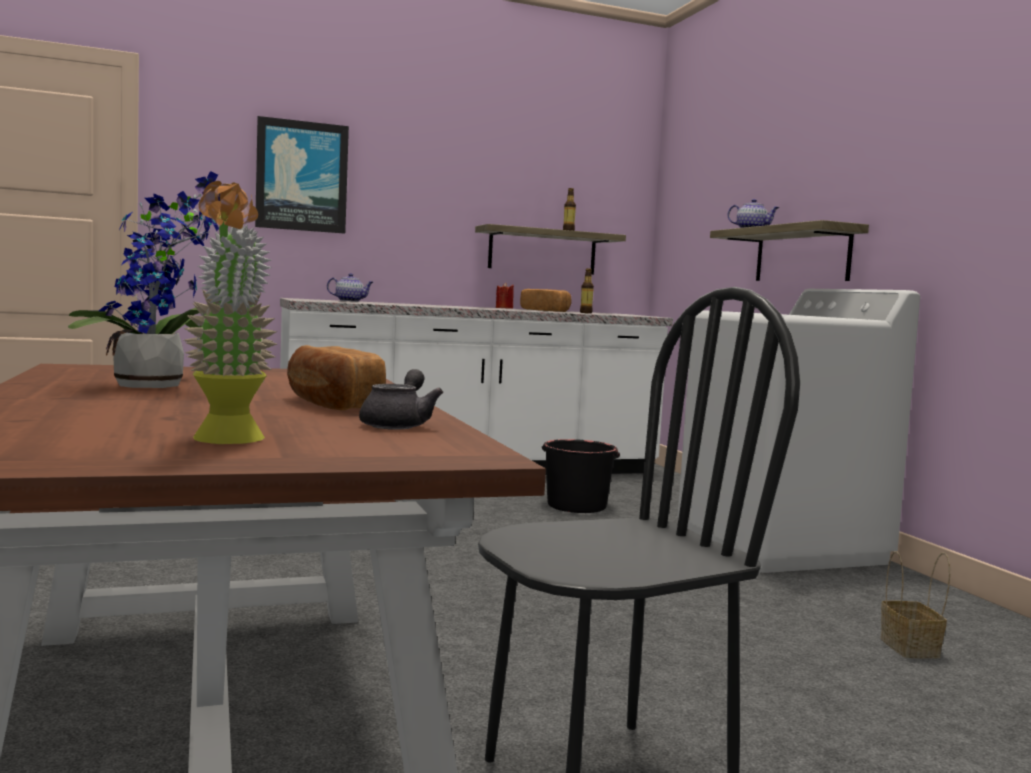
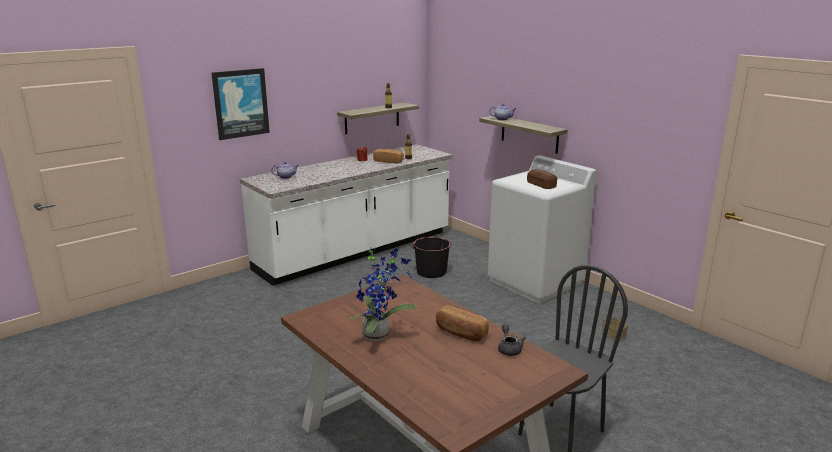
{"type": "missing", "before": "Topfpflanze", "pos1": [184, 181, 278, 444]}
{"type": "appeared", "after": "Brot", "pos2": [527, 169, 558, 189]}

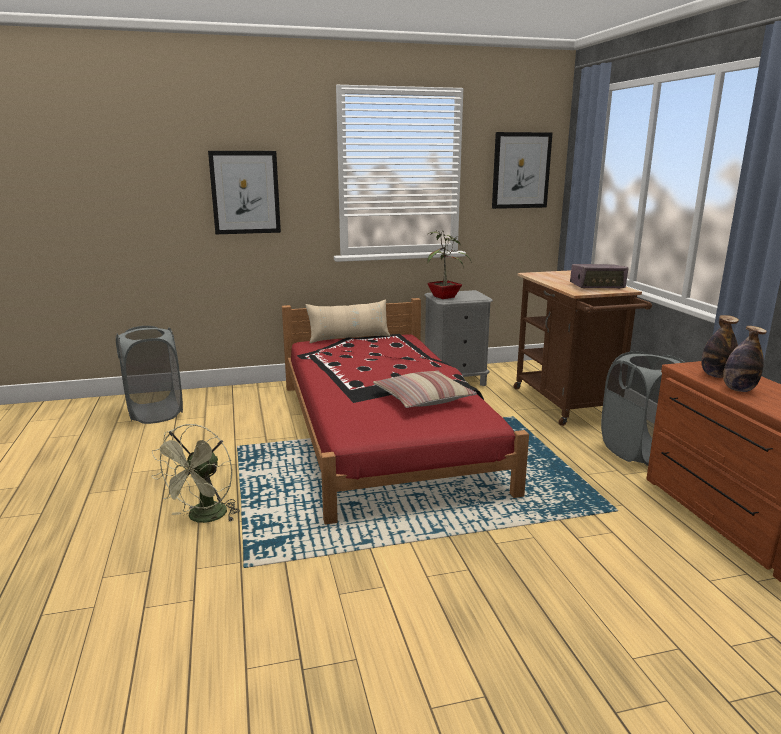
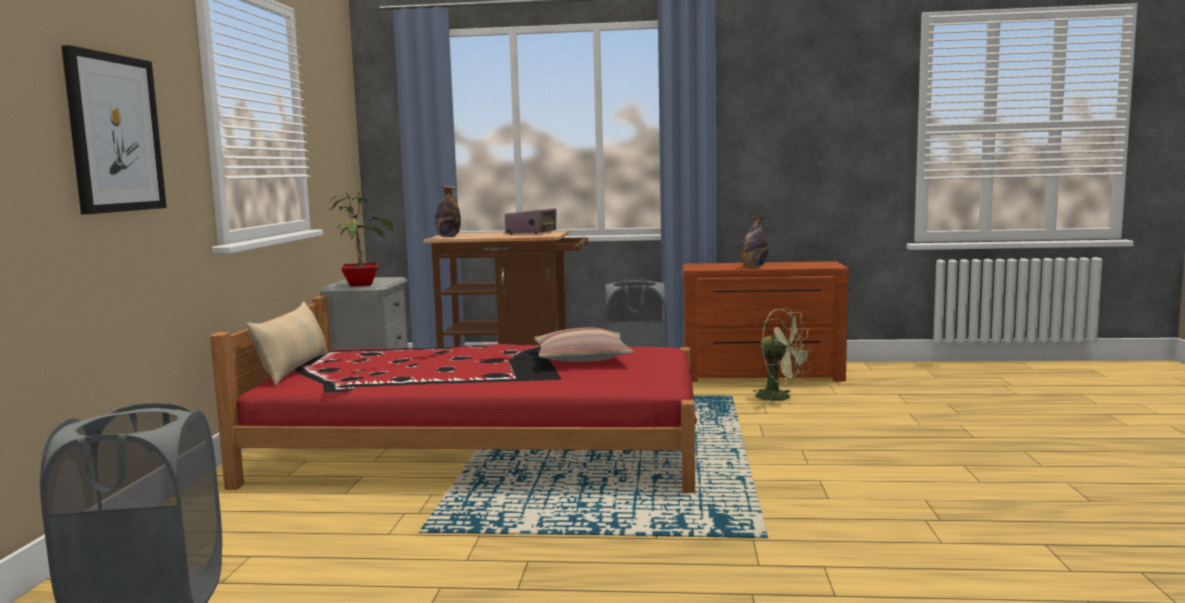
{"type": "relocated", "before": "Ventilator [grün]", "pos1": [151, 424, 240, 523], "pos2": [753, 308, 814, 405]}
{"type": "missing", "before": "Bild", "pos1": [492, 132, 552, 209]}
{"type": "relocated", "before": "Flasche", "pos1": [702, 315, 739, 378], "pos2": [435, 186, 461, 237]}

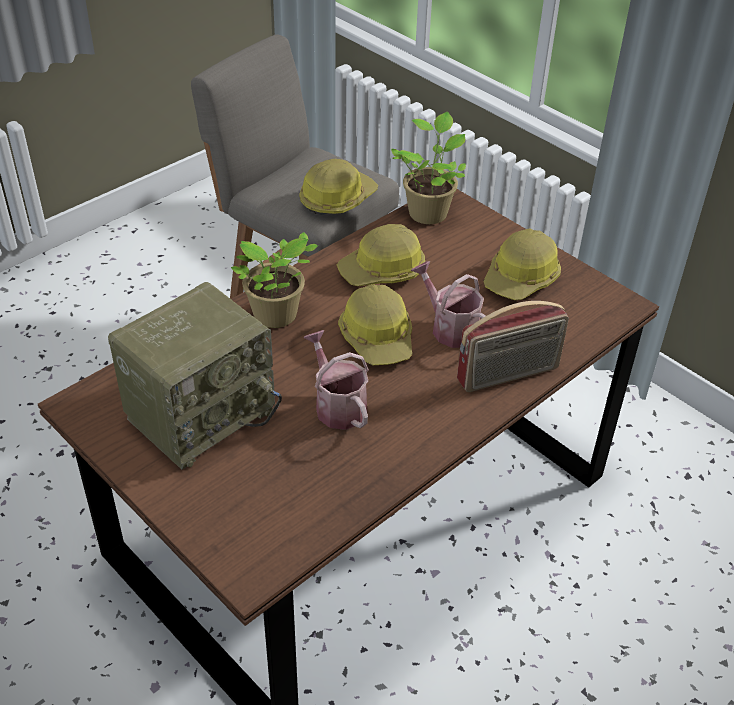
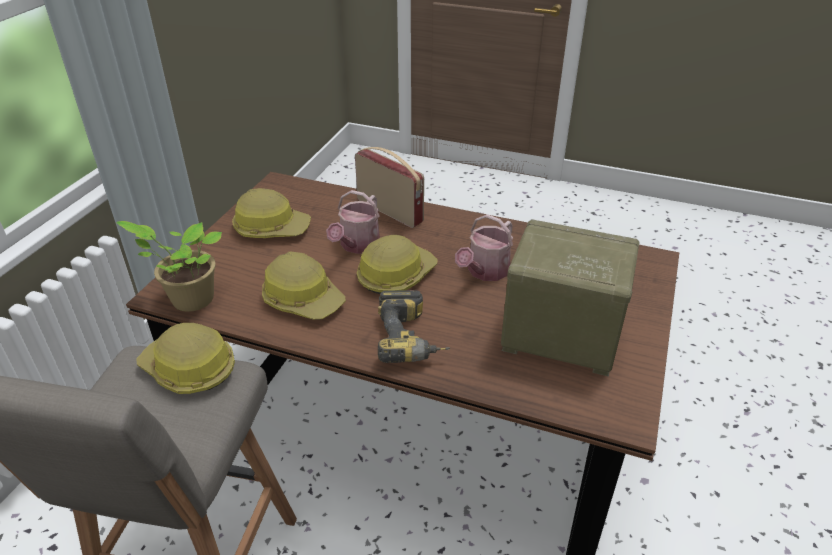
{"type": "exchanged", "before": "Topfpflanze", "after": "Bohrmaschine", "pos1": [231, 232, 318, 328], "pos2": [378, 290, 451, 363]}

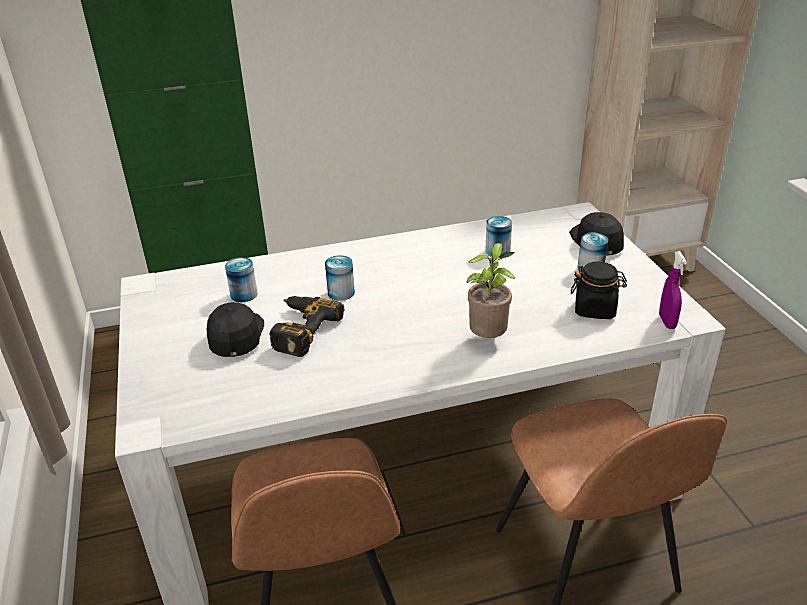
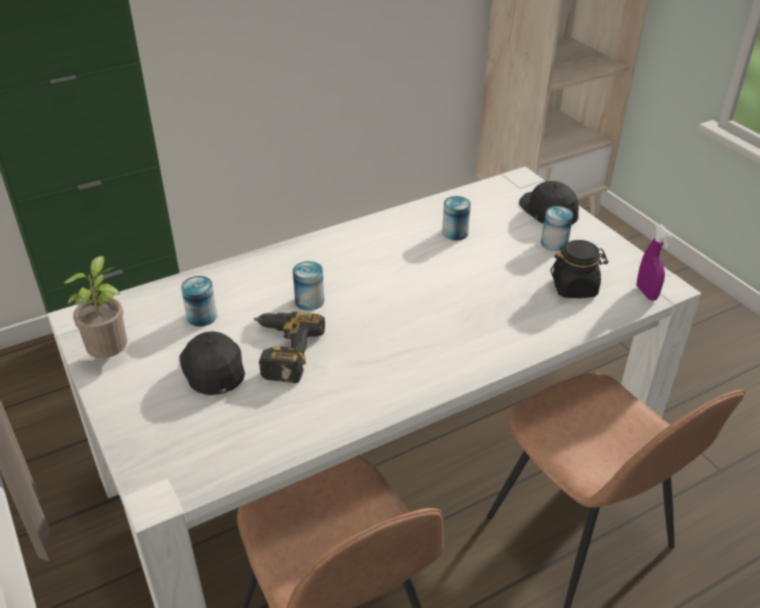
{"type": "relocated", "before": "Topfpflanze", "pos1": [466, 243, 515, 338], "pos2": [64, 256, 127, 358]}

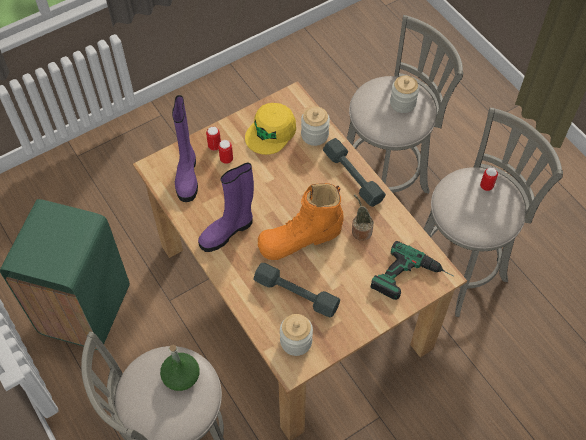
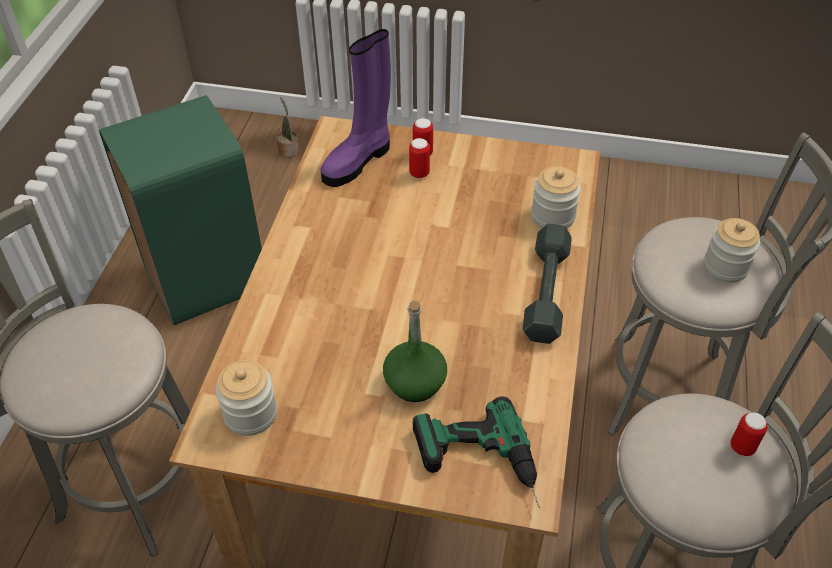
{"type": "relocated", "before": "Flasche [grün]", "pos1": [160, 344, 200, 391], "pos2": [383, 301, 447, 402]}
{"type": "missing", "before": "Stiefel [lila]", "pos1": [198, 163, 254, 252]}
{"type": "missing", "before": "Kappe [gelb]", "pos1": [245, 103, 296, 155]}
{"type": "missing", "before": "Hantel [grau]", "pos1": [253, 263, 340, 317]}
{"type": "missing", "before": "Stiefel [orange]", "pos1": [258, 183, 343, 260]}
{"type": "relocated", "before": "Topfpflanze", "pos1": [352, 195, 374, 241], "pos2": [276, 97, 299, 158]}

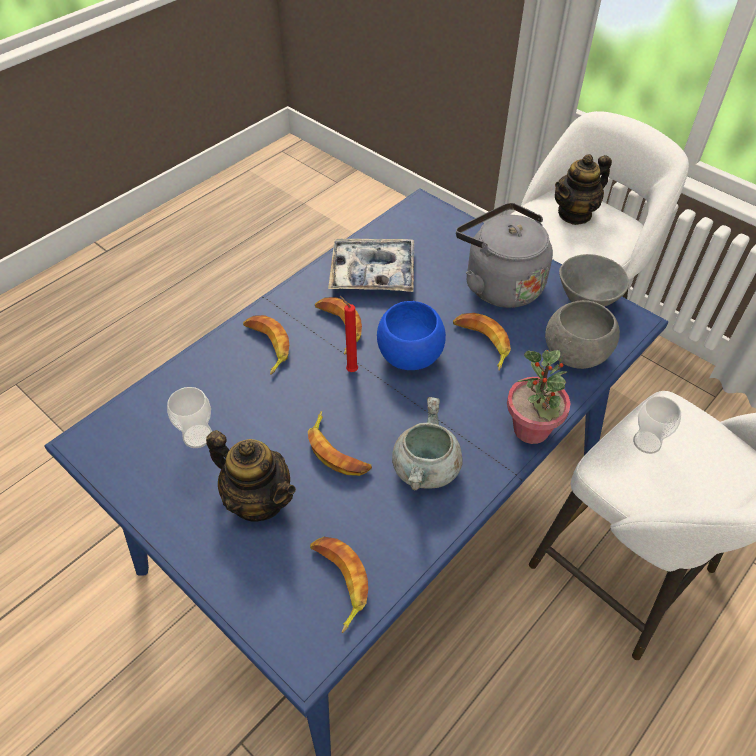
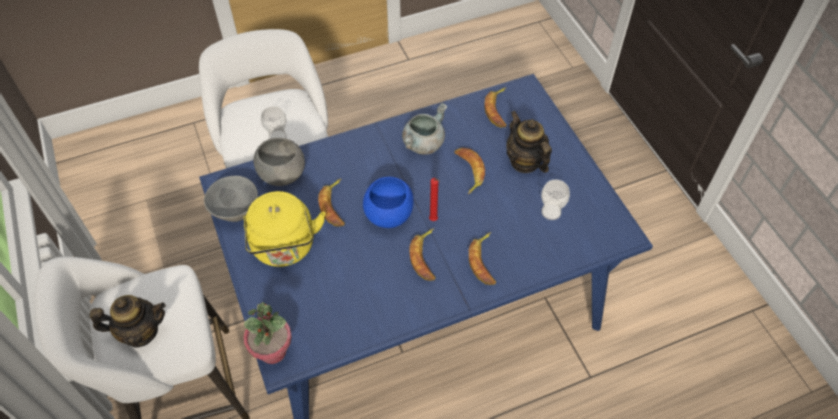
{"type": "missing", "before": "Tablett", "pos1": [328, 238, 414, 292]}
{"type": "colour", "before": "Wasserkessel [grau]", "after": "Wasserkessel [gelb]", "pos1": [456, 203, 553, 308], "pos2": [243, 191, 326, 267]}
{"type": "relocated", "before": "Topfpflanze", "pos1": [507, 350, 571, 444], "pos2": [244, 302, 292, 364]}

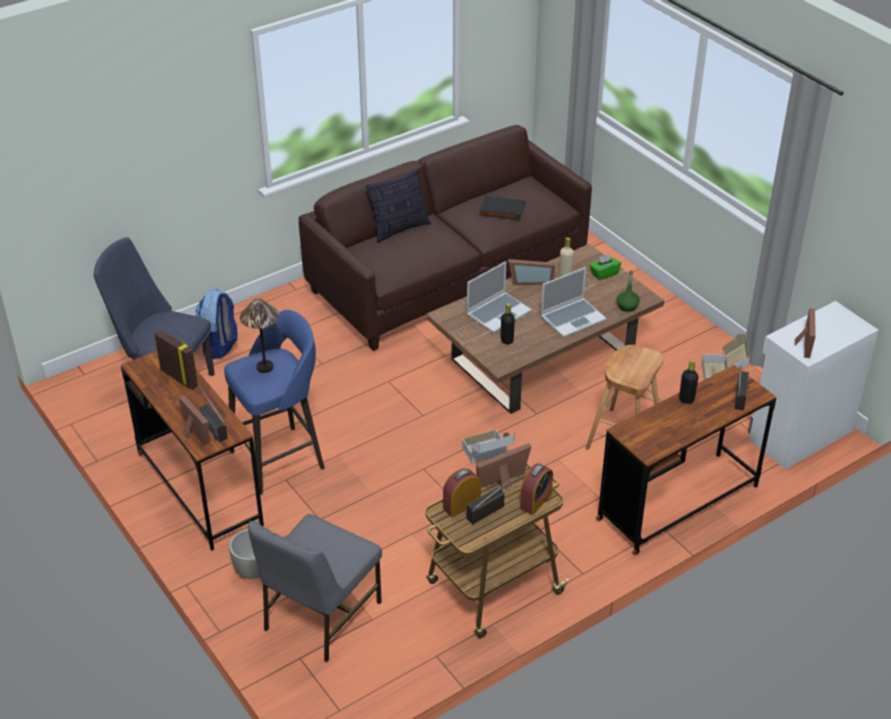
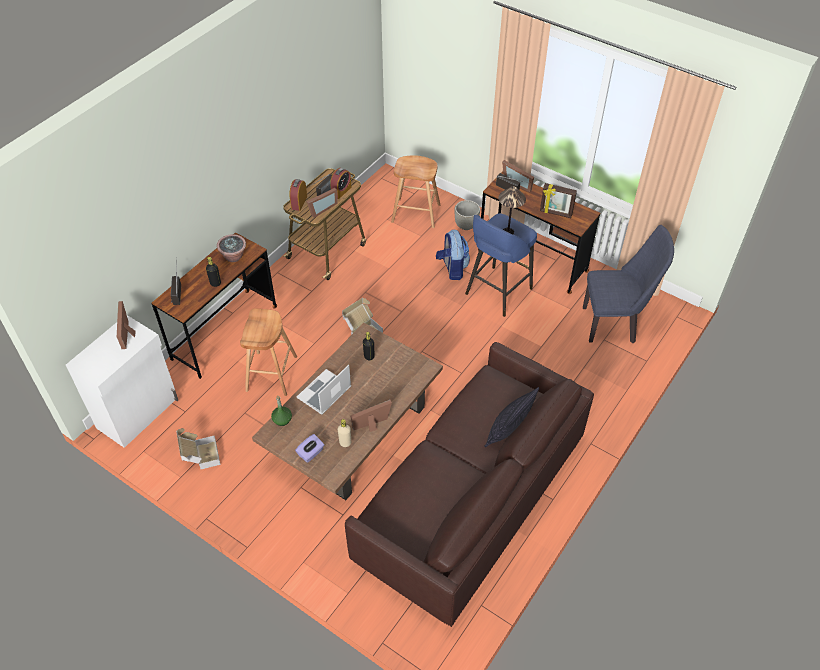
{"type": "relocated", "before": "Rucksack", "pos1": [195, 289, 237, 359], "pos2": [436, 230, 470, 280]}
{"type": "exchanged", "before": "Stuhl [grau]", "after": "Hocker [braun]", "pos1": [248, 514, 382, 662], "pos2": [391, 155, 440, 228]}
{"type": "missing", "before": "Laptop", "pos1": [467, 261, 532, 333]}
{"type": "missing", "before": "Buch [schwarz]", "pos1": [480, 195, 525, 221]}
{"type": "colour", "before": "Taschentuchbox [grün]", "after": "Taschentuchbox [lila]", "pos1": [589, 254, 621, 280], "pos2": [295, 434, 324, 463]}
{"type": "appeared", "after": "Topfpflanze", "pos2": [217, 234, 246, 262]}

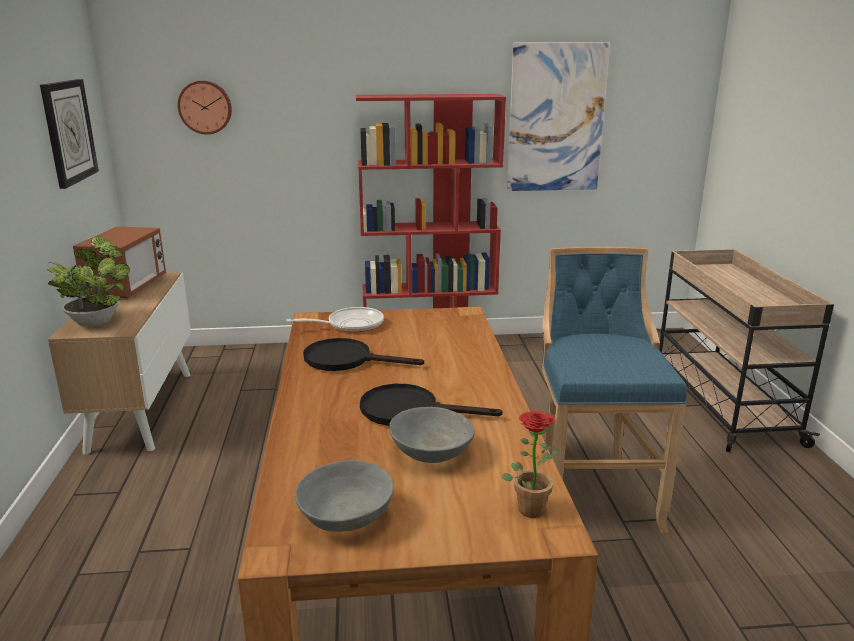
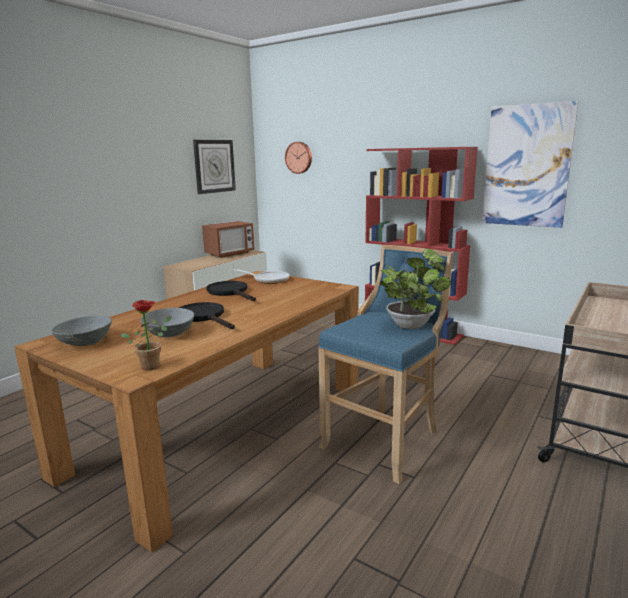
{"type": "relocated", "before": "Topfpflanze", "pos1": [47, 236, 130, 327], "pos2": [380, 248, 451, 329]}

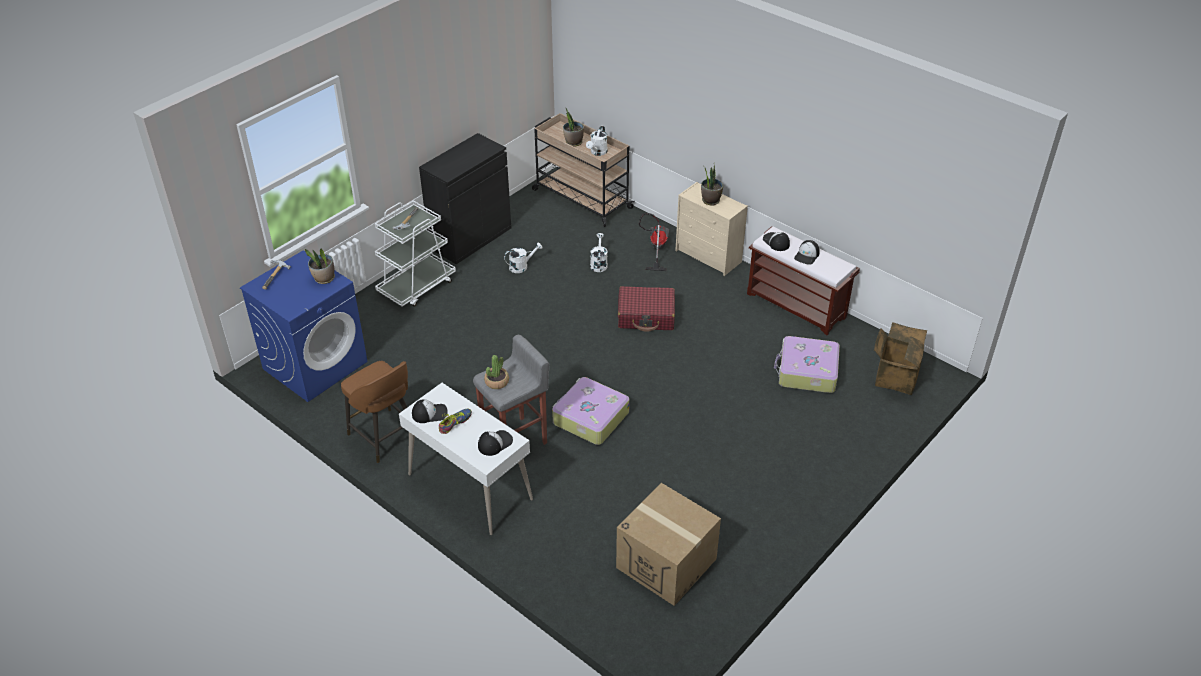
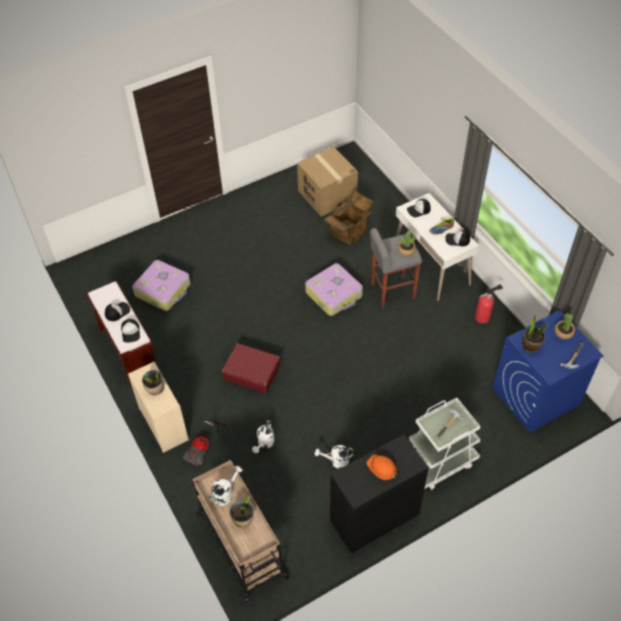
{"type": "exchanged", "before": "Hocker [braun]", "after": "Feuerlöscher", "pos1": [341, 361, 408, 463], "pos2": [475, 284, 503, 324]}
{"type": "relocated", "before": "Karton", "pos1": [874, 322, 927, 395], "pos2": [324, 190, 374, 245]}
{"type": "appeared", "after": "Schutzhelm [orange]", "pos2": [367, 454, 397, 480]}
{"type": "appeared", "after": "Topfpflanze", "pos2": [554, 313, 575, 339]}

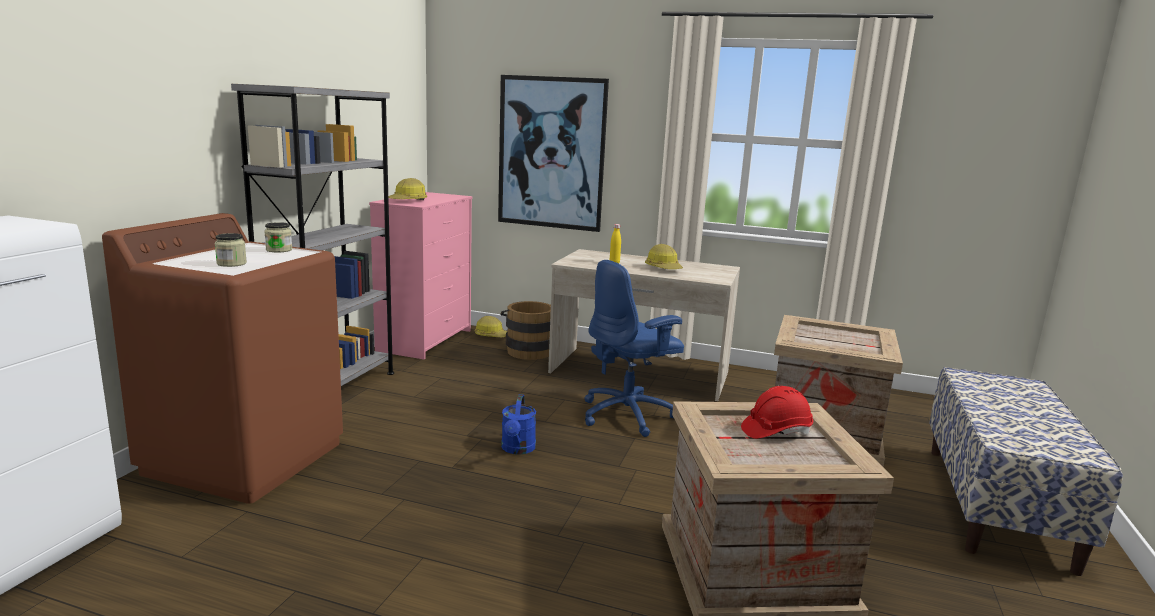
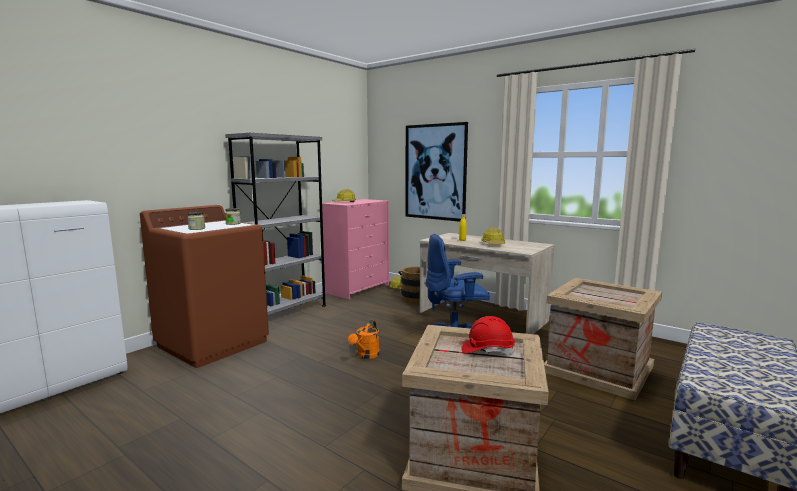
{"type": "colour", "before": "Gießkanne [blau]", "after": "Gießkanne [orange]", "pos1": [501, 394, 536, 455], "pos2": [348, 320, 380, 359]}

